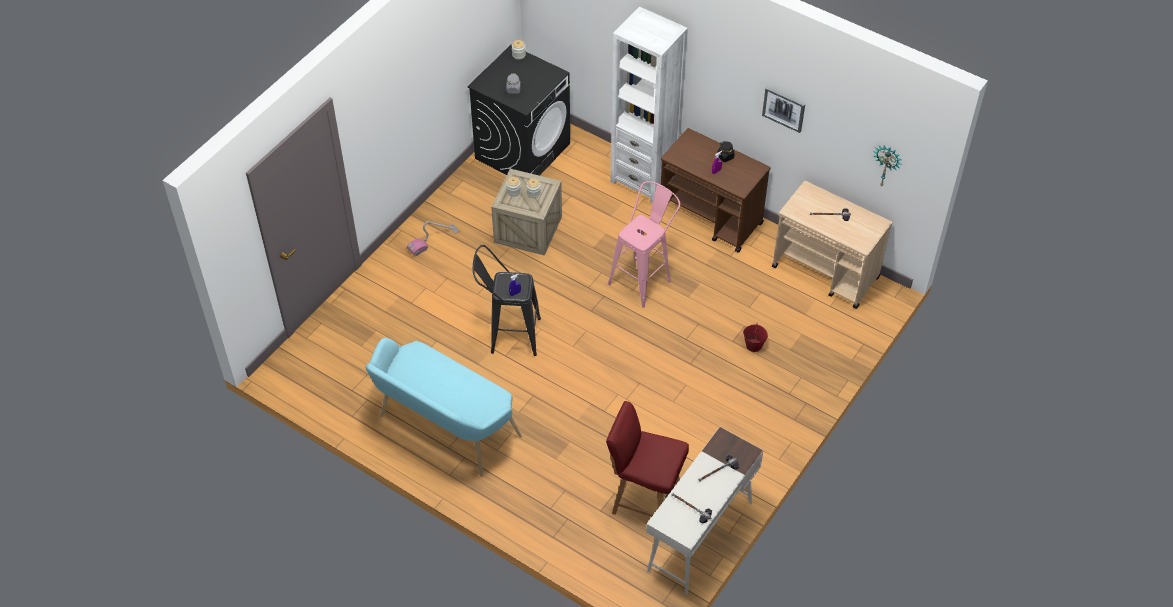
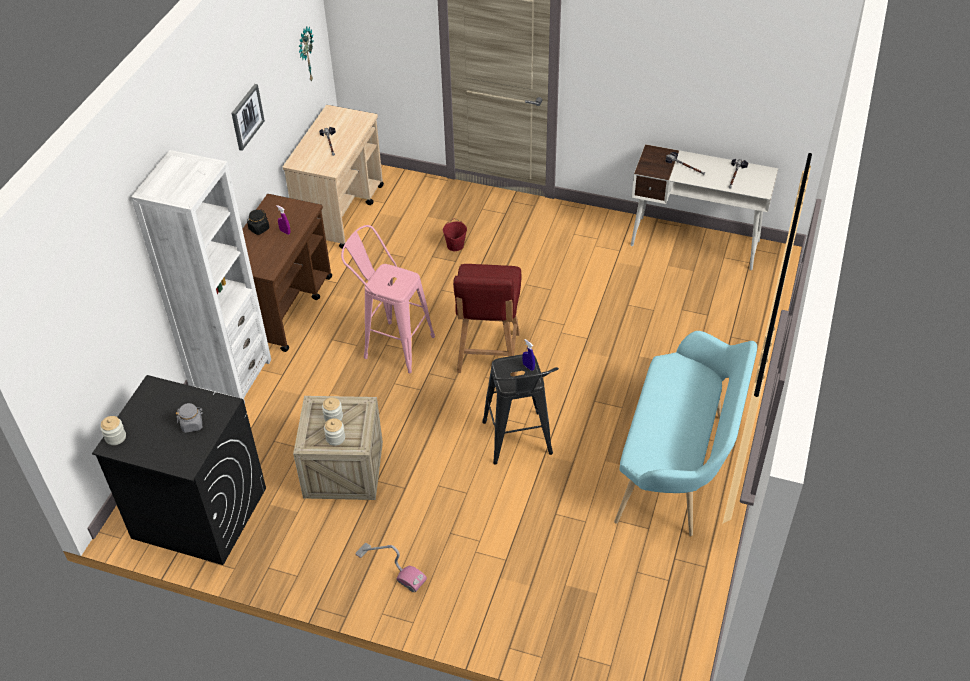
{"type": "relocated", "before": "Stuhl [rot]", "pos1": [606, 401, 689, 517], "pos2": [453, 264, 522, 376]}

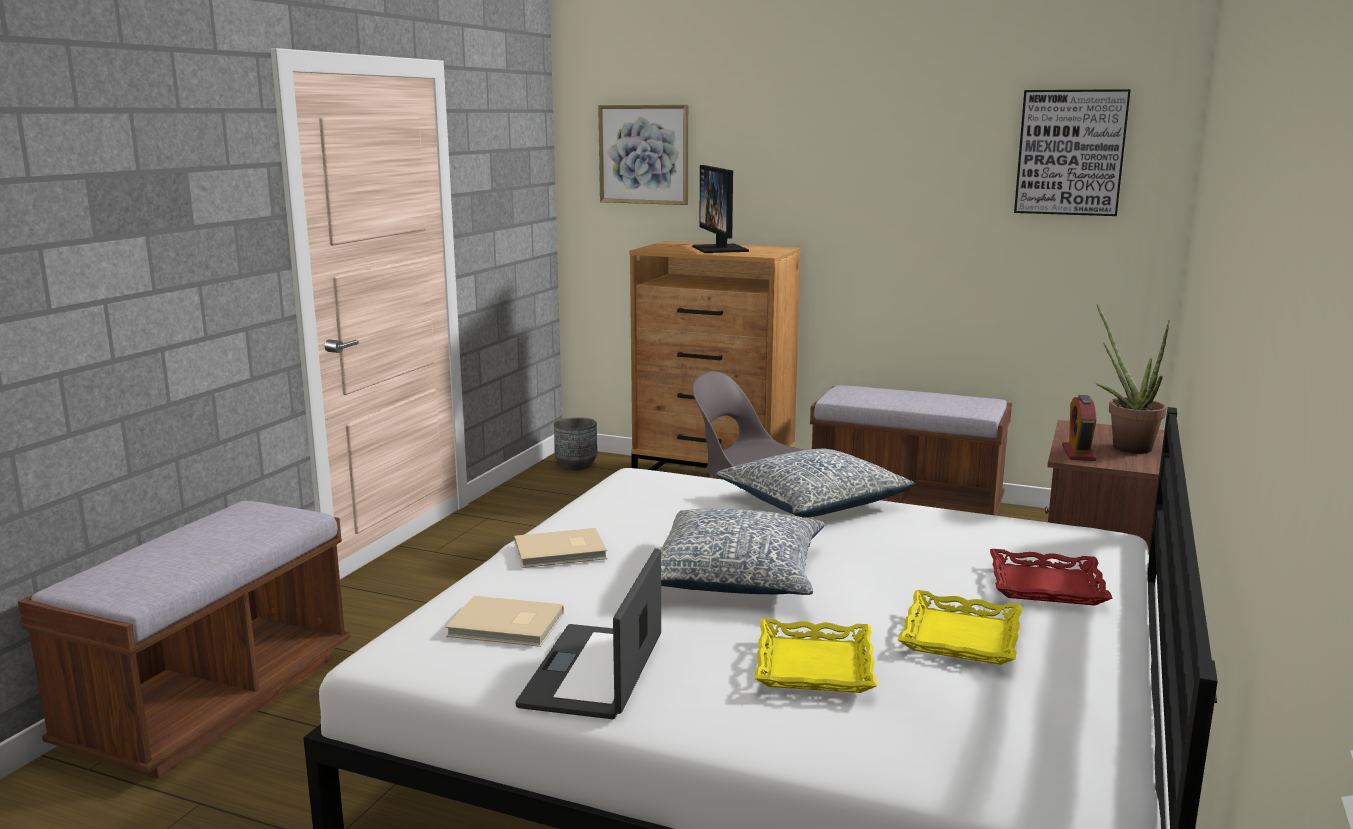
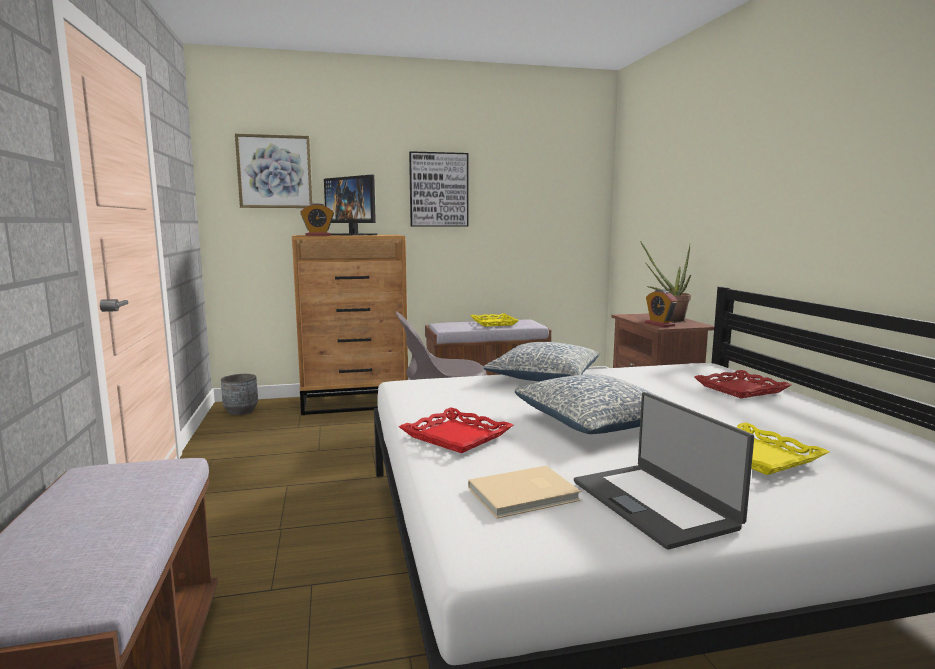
{"type": "exchanged", "before": "Buch [beige]", "after": "Tablett [rot]", "pos1": [515, 528, 607, 568], "pos2": [399, 407, 513, 453]}
{"type": "relocated", "before": "Tablett [gelb]", "pos1": [898, 590, 1022, 665], "pos2": [470, 313, 519, 327]}
{"type": "relocated", "before": "Bild", "pos1": [1014, 89, 1131, 216], "pos2": [409, 151, 468, 227]}
{"type": "appeared", "after": "Wecker", "pos2": [300, 203, 334, 236]}

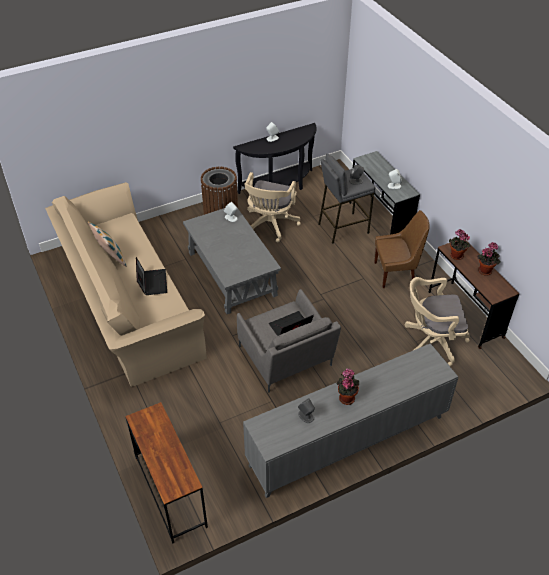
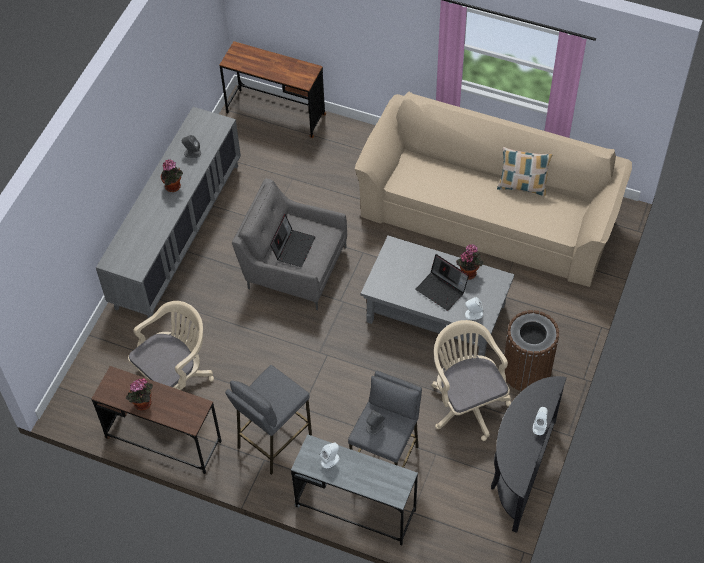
{"type": "relocated", "before": "Laptop", "pos1": [136, 257, 167, 295], "pos2": [415, 254, 469, 311]}
{"type": "exchanged", "before": "Stuhl [braun]", "after": "Hocker [grau]", "pos1": [374, 210, 430, 288], "pos2": [225, 365, 312, 475]}
{"type": "relocated", "before": "Topfpflanze", "pos1": [449, 229, 471, 260], "pos2": [456, 244, 483, 280]}

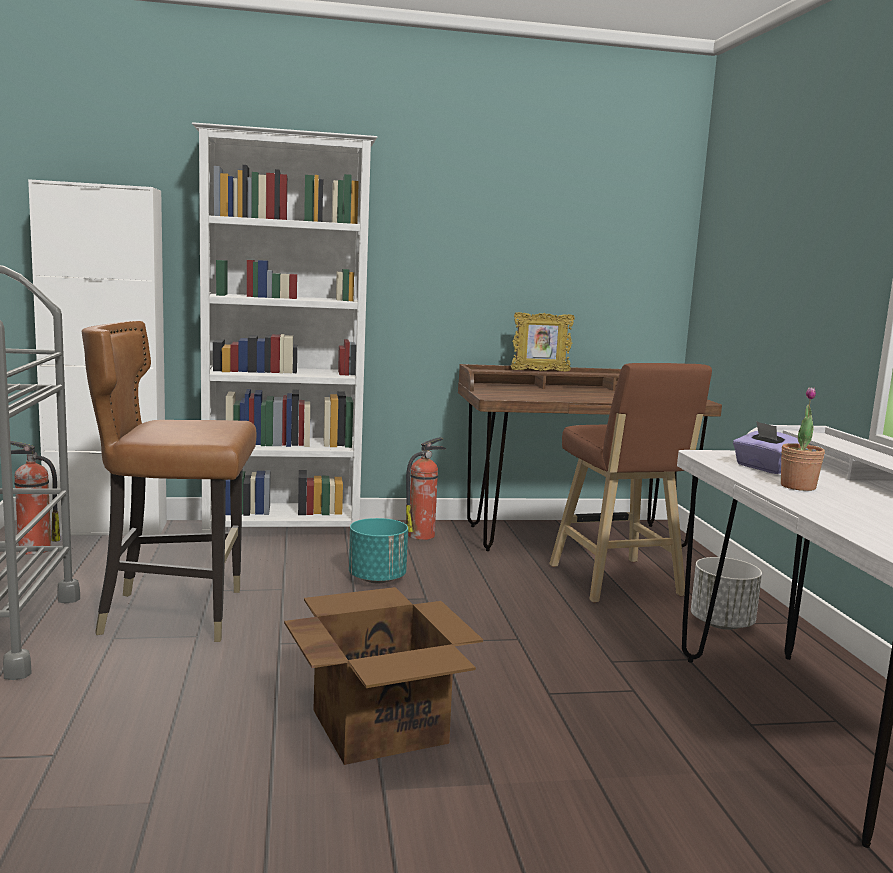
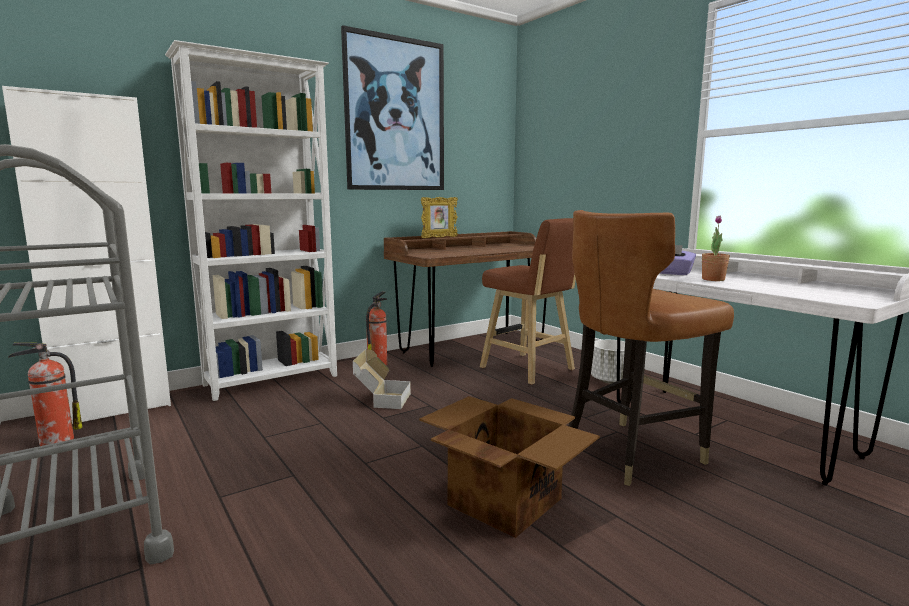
{"type": "relocated", "before": "Stuhl [braun]", "pos1": [82, 321, 257, 642], "pos2": [569, 210, 734, 486]}
{"type": "exchanged", "before": "Pflanzkübel [türkis]", "after": "Karton", "pos1": [349, 518, 408, 583], "pos2": [353, 349, 411, 409]}
{"type": "appeared", "after": "Bild", "pos2": [341, 25, 444, 190]}

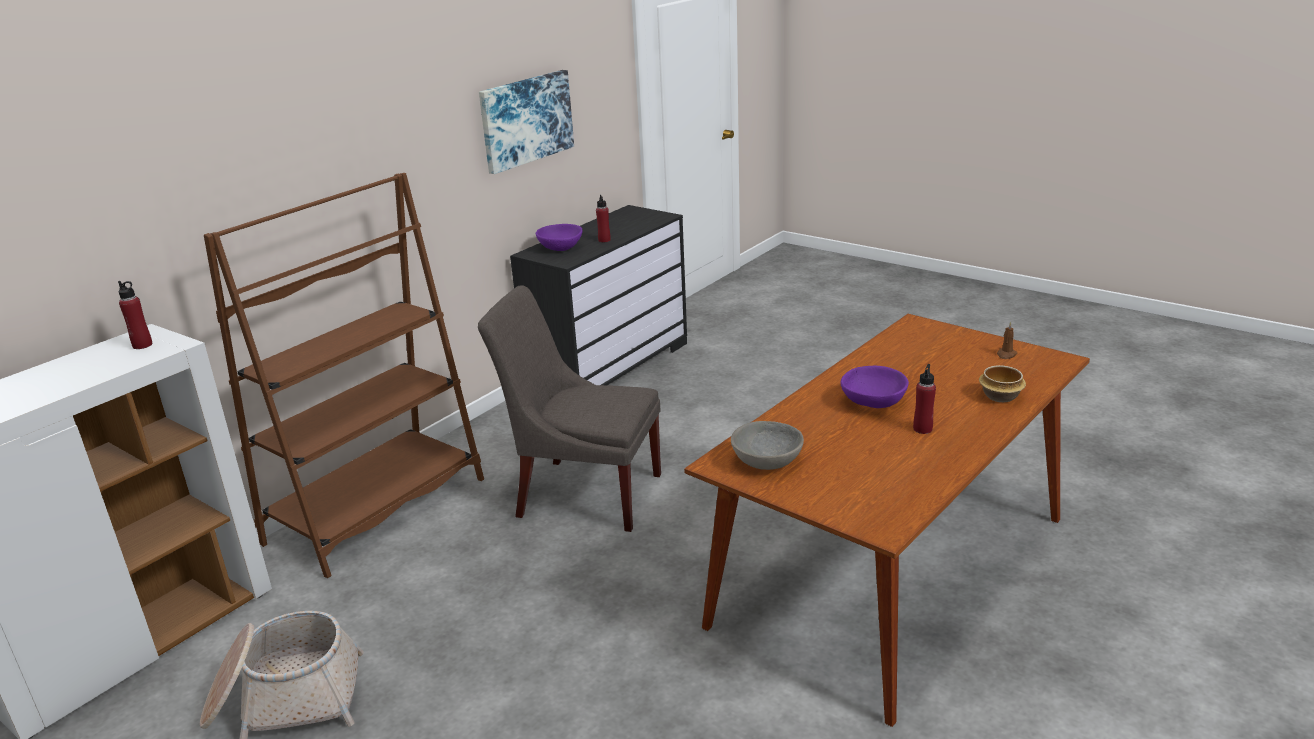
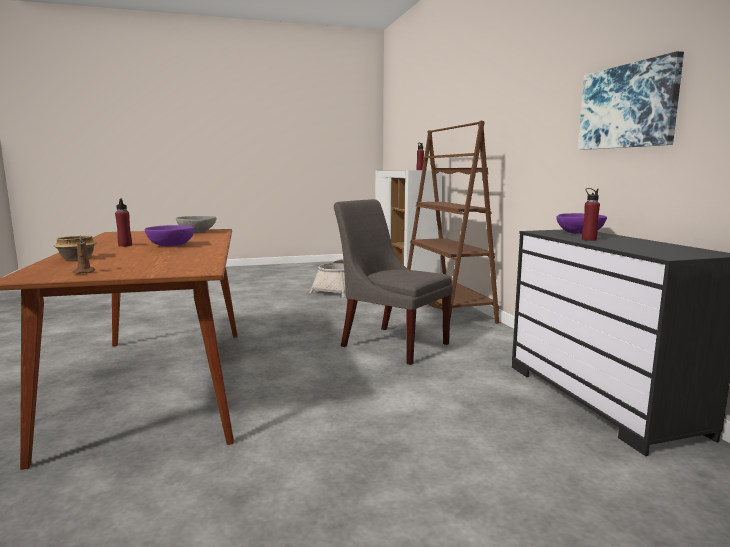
{"type": "spun", "before": "Stuhl [grau]", "pos1": [478, 286, 661, 532], "pos2": [334, 199, 453, 365], "turn": -105}

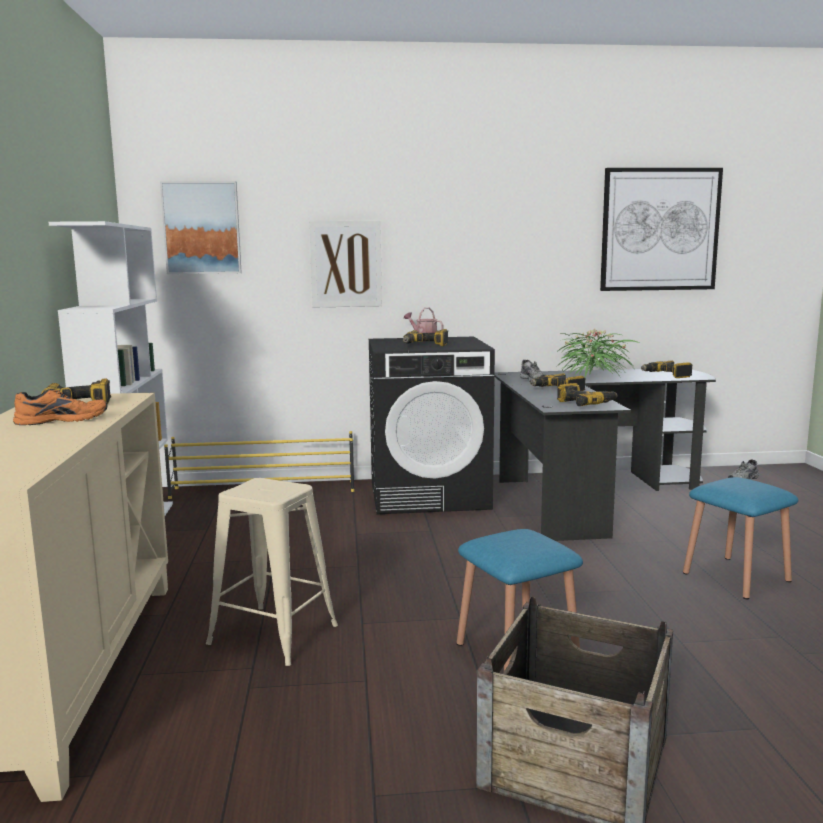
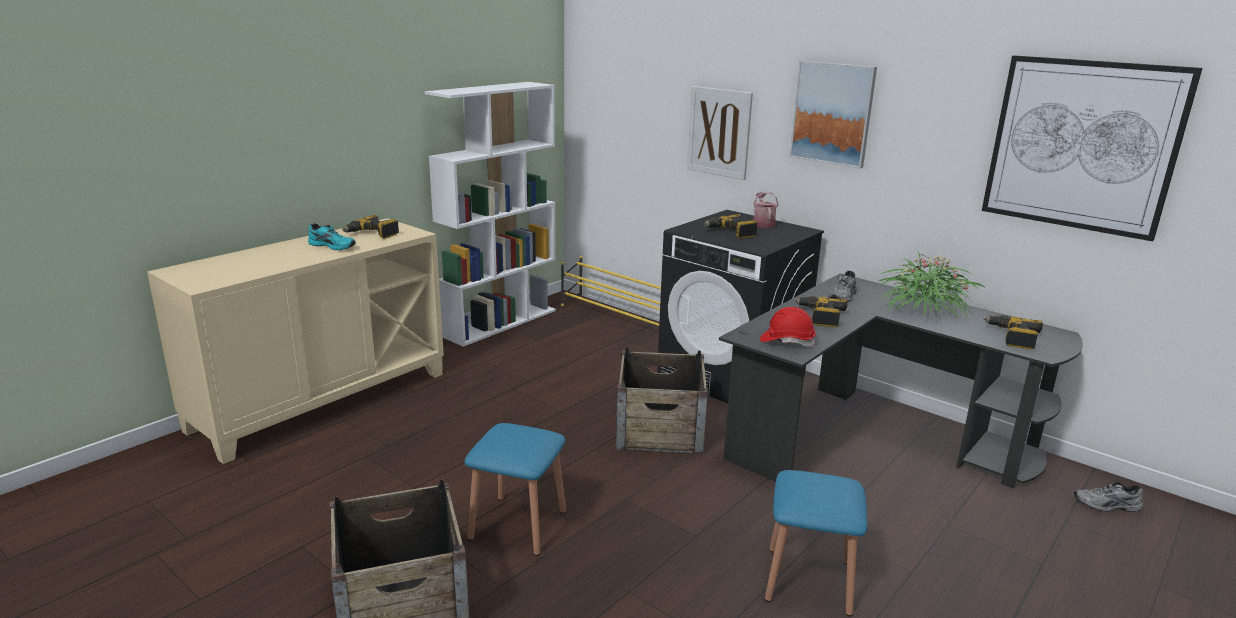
{"type": "colour", "before": "Schuh [orange]", "after": "Schuh [türkis]", "pos1": [13, 389, 108, 425], "pos2": [308, 223, 356, 250]}
{"type": "relocated", "before": "Bild", "pos1": [160, 181, 242, 274], "pos2": [789, 61, 877, 169]}
{"type": "missing", "before": "Hocker [beige]", "pos1": [206, 478, 338, 666]}
{"type": "exchanged", "before": "Bohrmaschine", "after": "Schutzhelm [rot]", "pos1": [557, 383, 618, 406], "pos2": [760, 307, 816, 347]}
{"type": "appeared", "after": "Kiste", "pos2": [616, 347, 708, 455]}

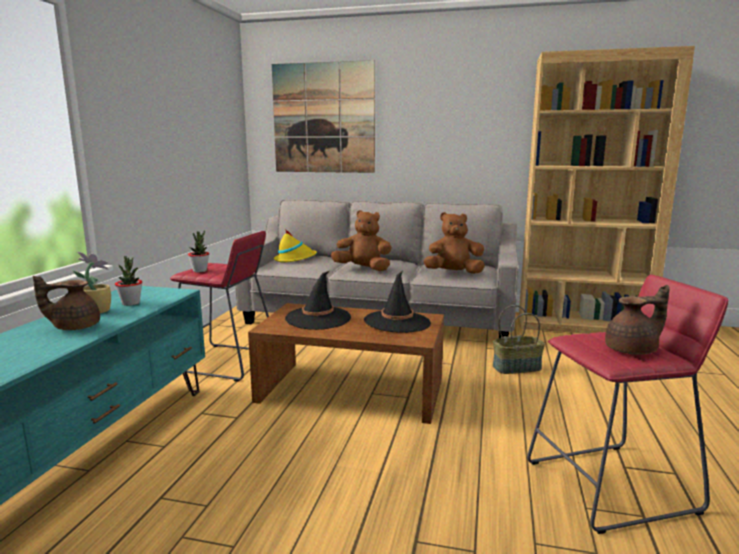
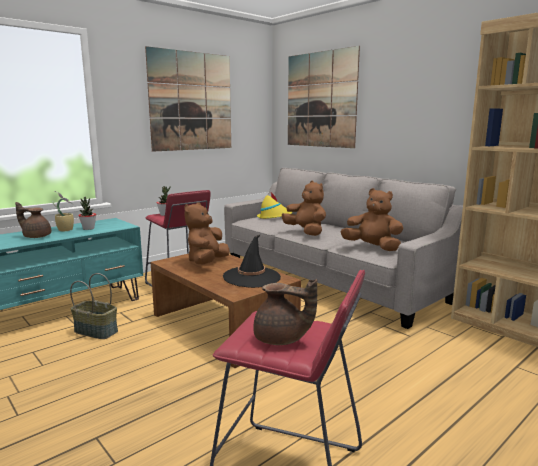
{"type": "exchanged", "before": "Hut [schwarz]", "after": "Plüschtier [braun]", "pos1": [285, 271, 351, 330], "pos2": [184, 202, 230, 264]}
{"type": "relocated", "before": "Korb", "pos1": [493, 305, 545, 374], "pos2": [70, 273, 118, 339]}
{"type": "appeared", "after": "Bild", "pos2": [145, 46, 231, 152]}

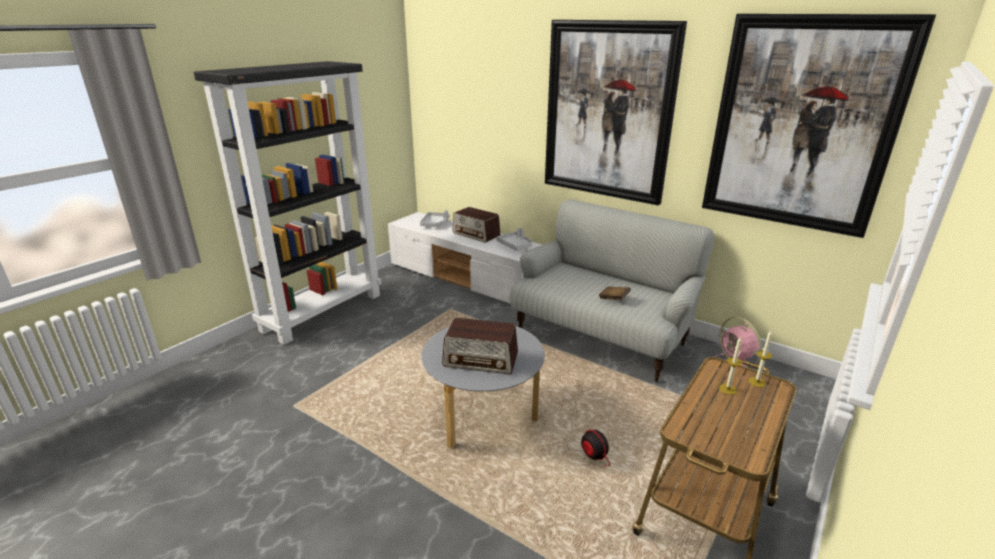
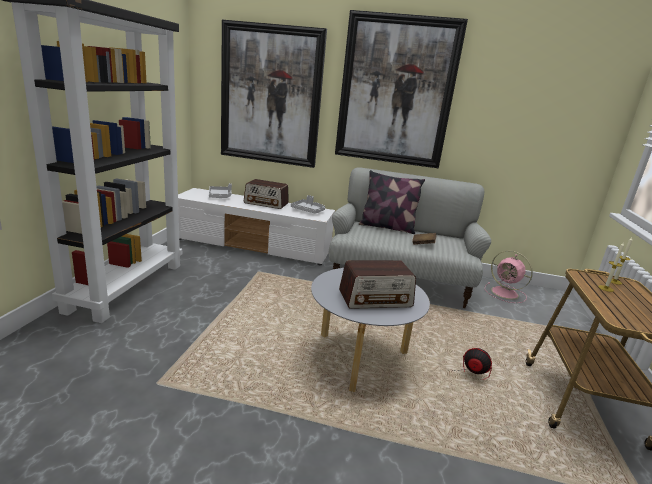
{"type": "relocated", "before": "Bild", "pos1": [702, 14, 936, 238], "pos2": [221, 20, 327, 168]}
{"type": "appeared", "after": "Kissen", "pos2": [359, 170, 425, 234]}

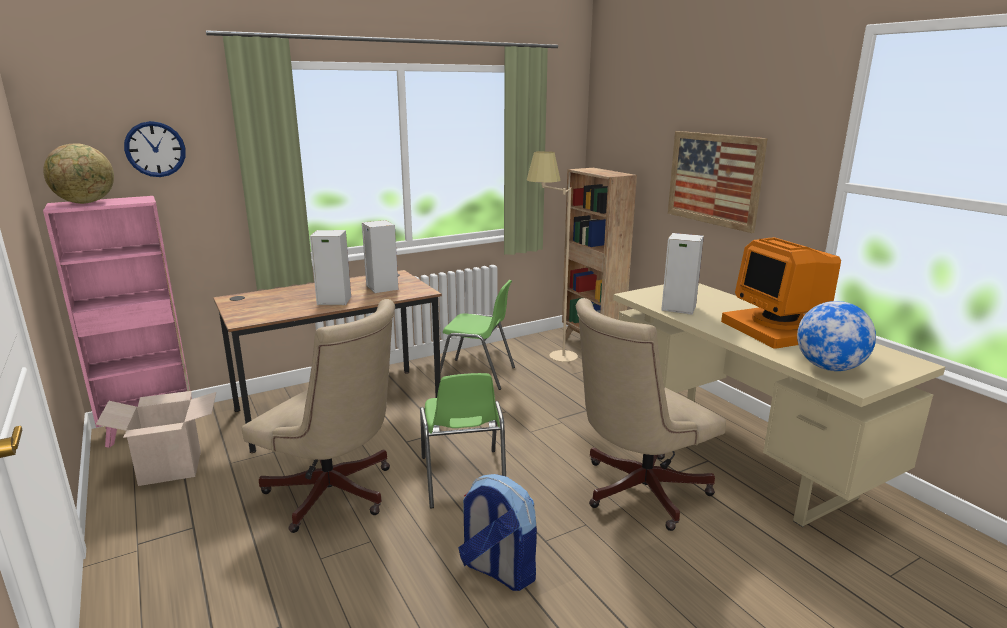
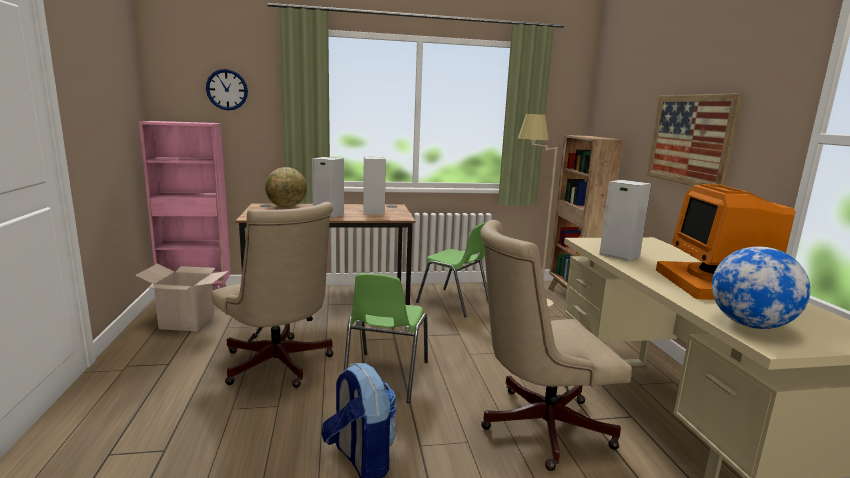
{"type": "relocated", "before": "Globus", "pos1": [43, 143, 114, 204], "pos2": [265, 167, 307, 208]}

